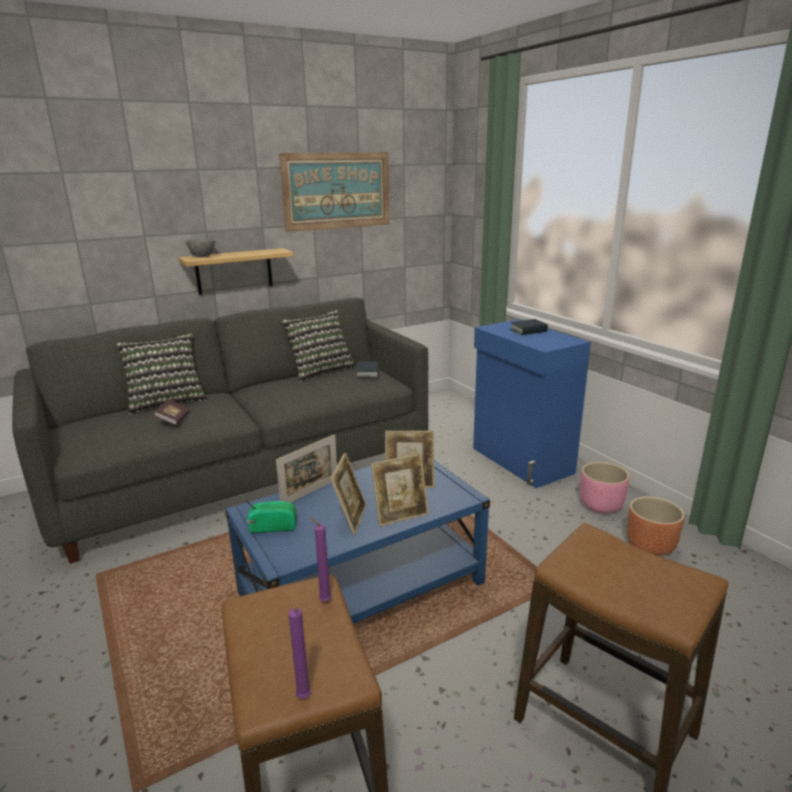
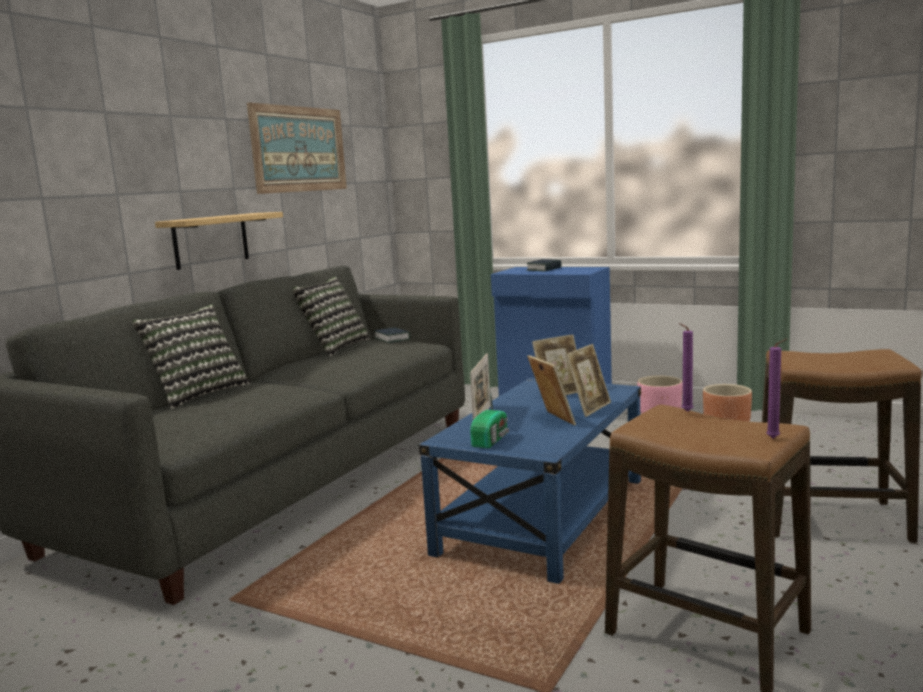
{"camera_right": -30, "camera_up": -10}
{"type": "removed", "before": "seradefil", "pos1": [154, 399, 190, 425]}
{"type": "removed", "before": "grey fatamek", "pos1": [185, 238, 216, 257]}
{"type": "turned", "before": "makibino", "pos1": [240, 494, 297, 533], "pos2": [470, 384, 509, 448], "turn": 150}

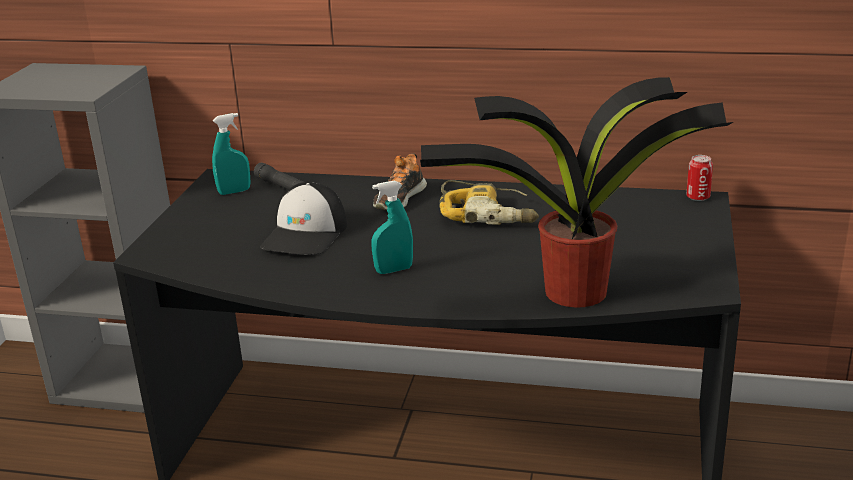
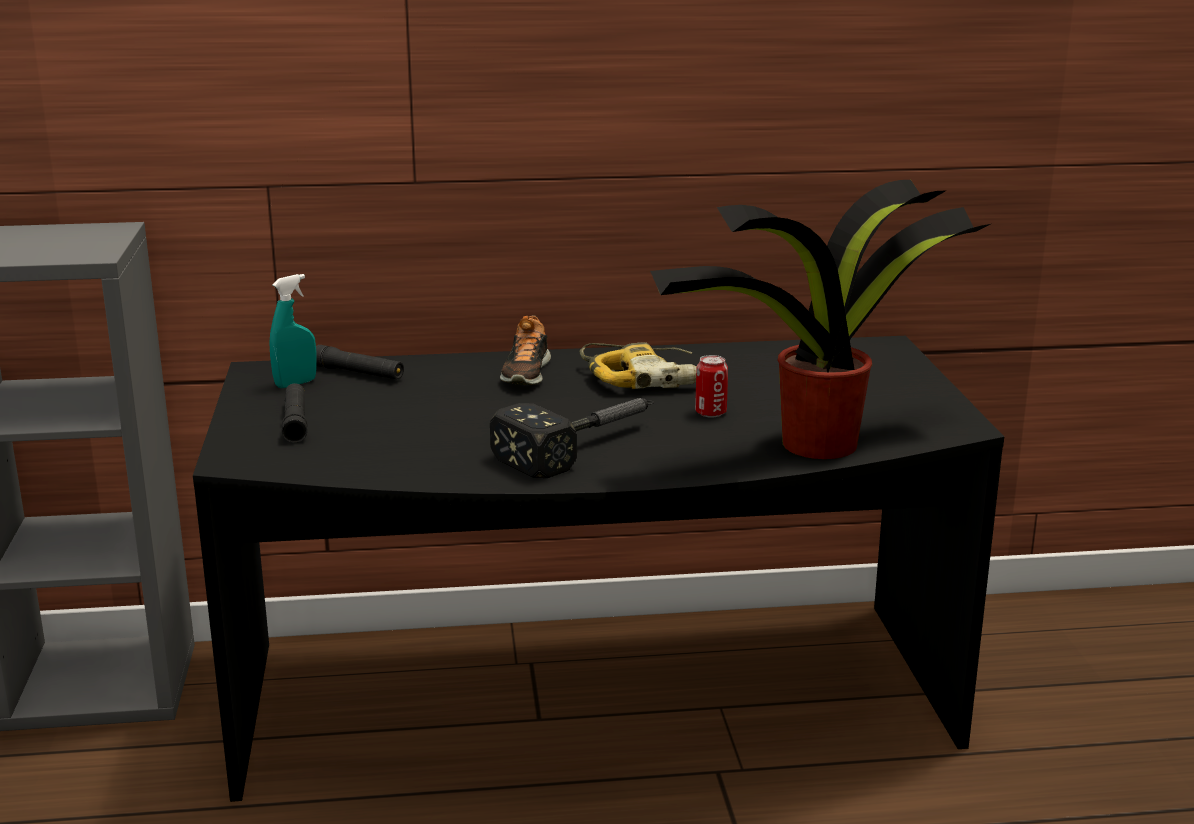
{"camera_right": -20, "camera_up": -5}
{"type": "removed", "before": "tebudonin", "pos1": [260, 182, 347, 255]}
{"type": "added", "after": "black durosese", "pos2": [282, 383, 307, 443]}
{"type": "moved", "before": "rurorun", "pos1": [686, 155, 713, 201], "pos2": [695, 355, 728, 417]}
{"type": "replaced", "before": "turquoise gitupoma", "after": "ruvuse", "pos1": [371, 181, 413, 274], "pos2": [490, 398, 654, 478]}

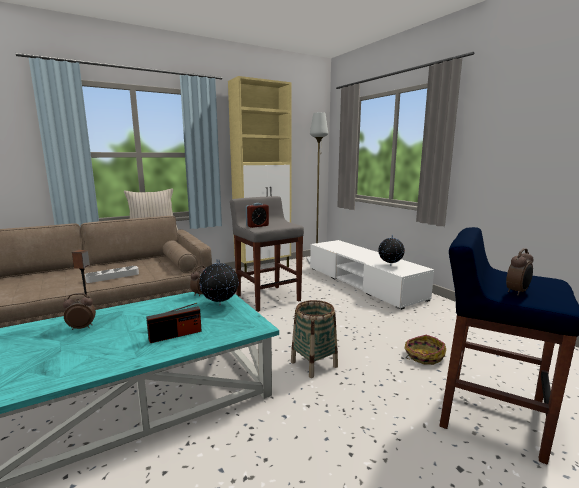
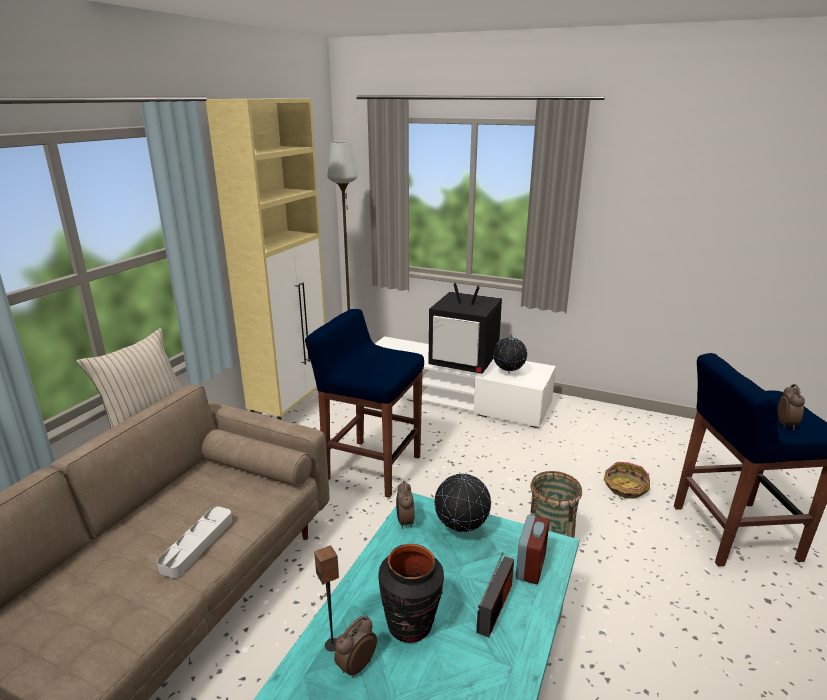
{"camera_right": -35, "camera_up": 10}
{"type": "added", "after": "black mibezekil", "pos2": [379, 544, 444, 643]}
{"type": "added", "after": "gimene", "pos2": [429, 283, 502, 374]}
{"type": "moved", "before": "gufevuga", "pos1": [246, 203, 269, 228], "pos2": [516, 514, 549, 584]}
{"type": "recoloured", "before": "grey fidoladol", "after": "blue fidoladol", "pos1": [230, 196, 304, 312], "pos2": [305, 309, 424, 498]}

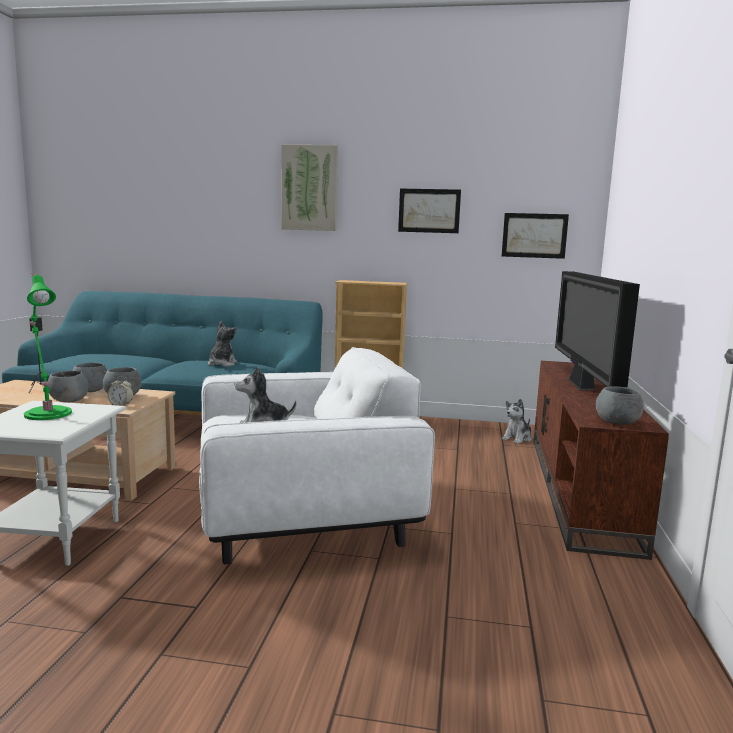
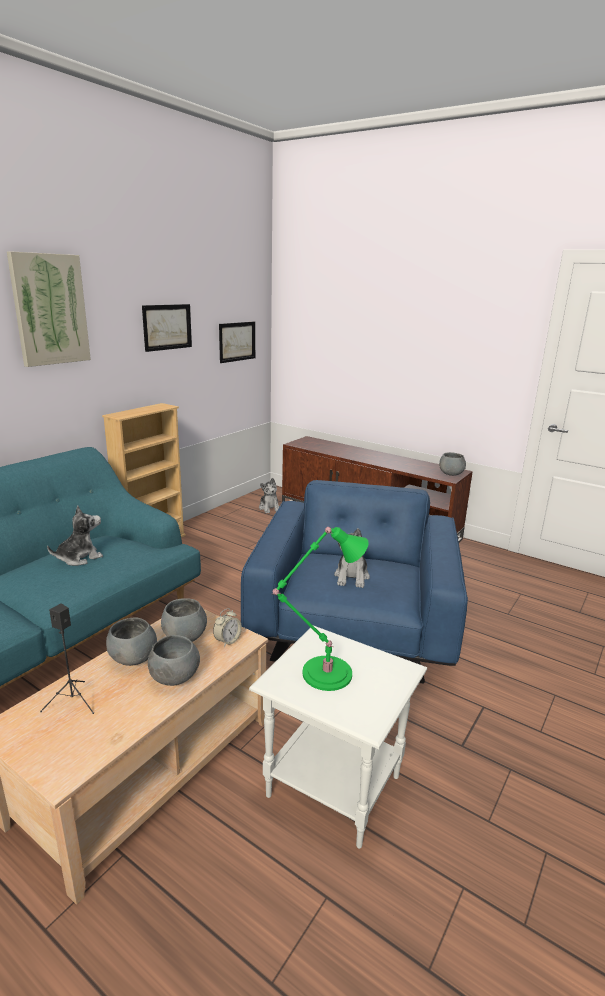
{"camera_right": -65, "camera_up": 10}
{"type": "removed", "before": "gimene", "pos1": [555, 271, 640, 390]}
{"type": "recoloured", "before": "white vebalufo", "after": "blue vebalufo", "pos1": [199, 347, 435, 564], "pos2": [241, 480, 468, 683]}
{"type": "turned", "before": "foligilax", "pos1": [208, 321, 237, 367], "pos2": [47, 506, 103, 566], "turn": 105}

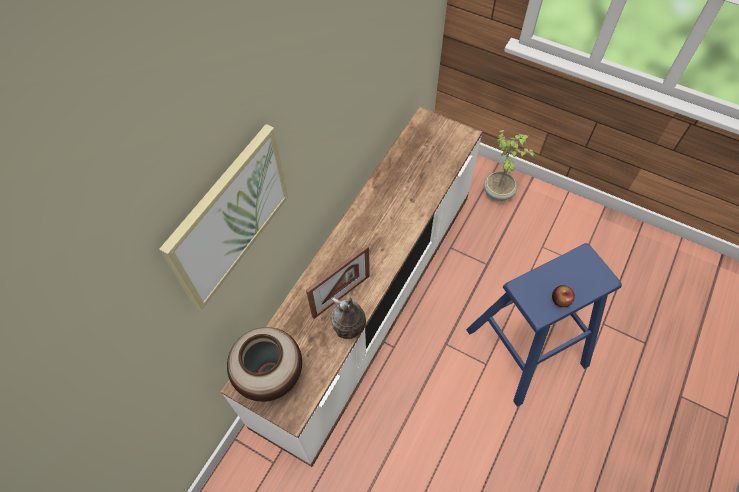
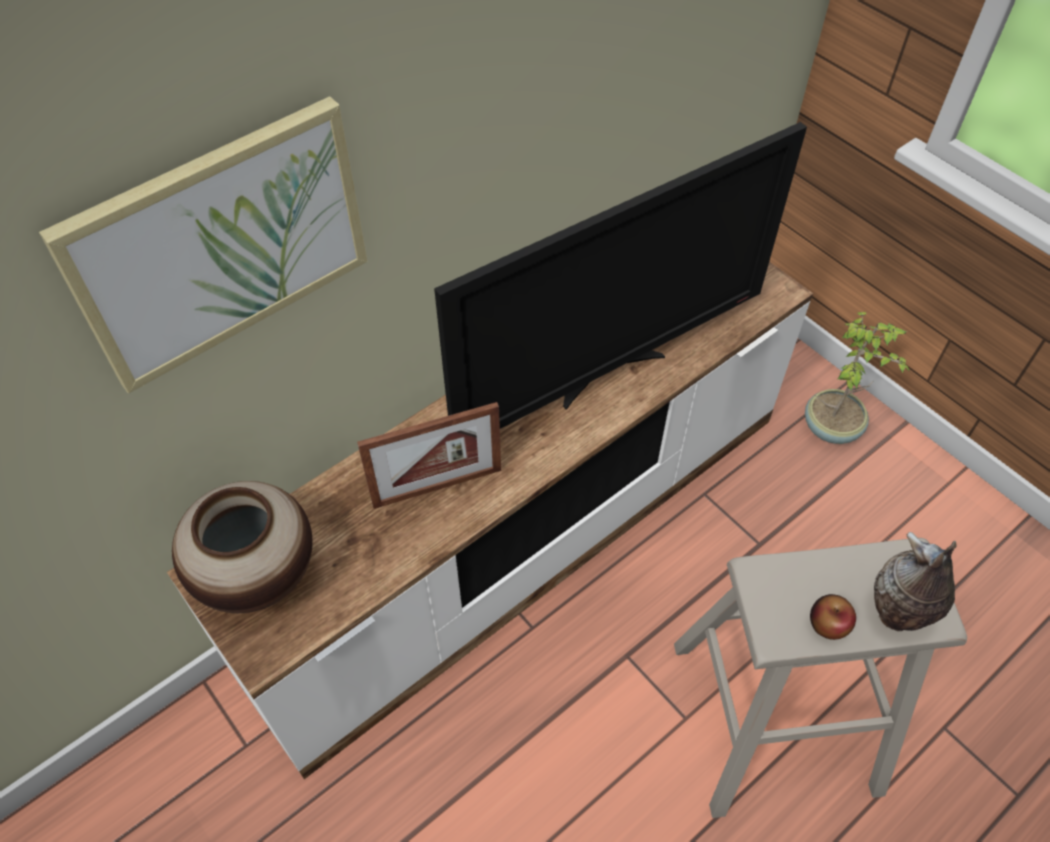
{"camera_right": 20, "camera_up": -5}
{"type": "added", "after": "gimene", "pos2": [434, 122, 807, 429]}
{"type": "moved", "before": "mibezekil", "pos1": [330, 297, 366, 339], "pos2": [874, 532, 957, 631]}
{"type": "recoloured", "before": "blue fidoladol", "after": "beige fidoladol", "pos1": [466, 243, 622, 407], "pos2": [674, 538, 967, 818]}

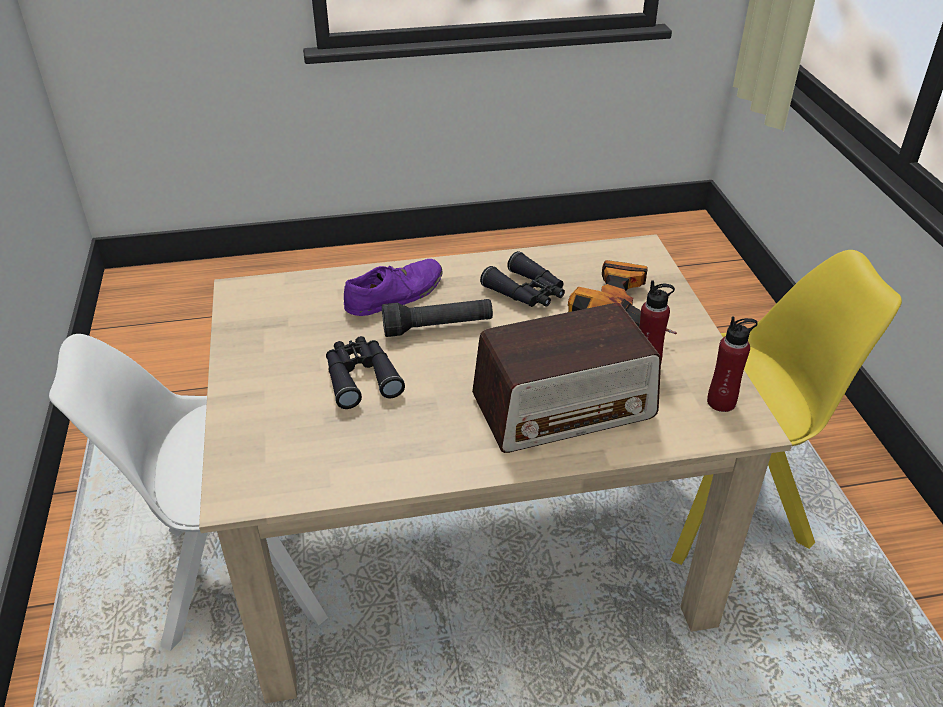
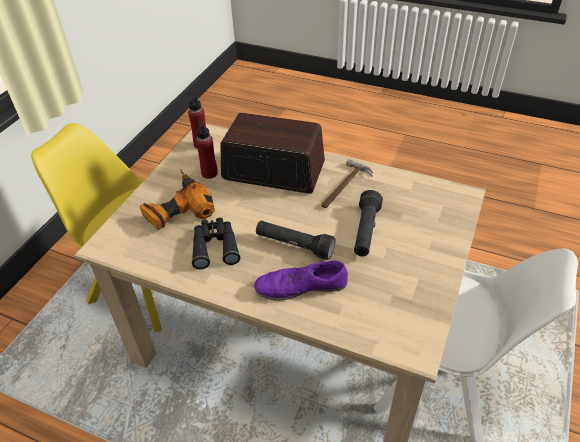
{"camera_right": -145, "camera_up": 5}
{"type": "added", "after": "ruvuse", "pos2": [321, 159, 373, 208]}
{"type": "replaced", "before": "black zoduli", "after": "black durosese", "pos1": [326, 336, 405, 409], "pos2": [354, 190, 383, 256]}

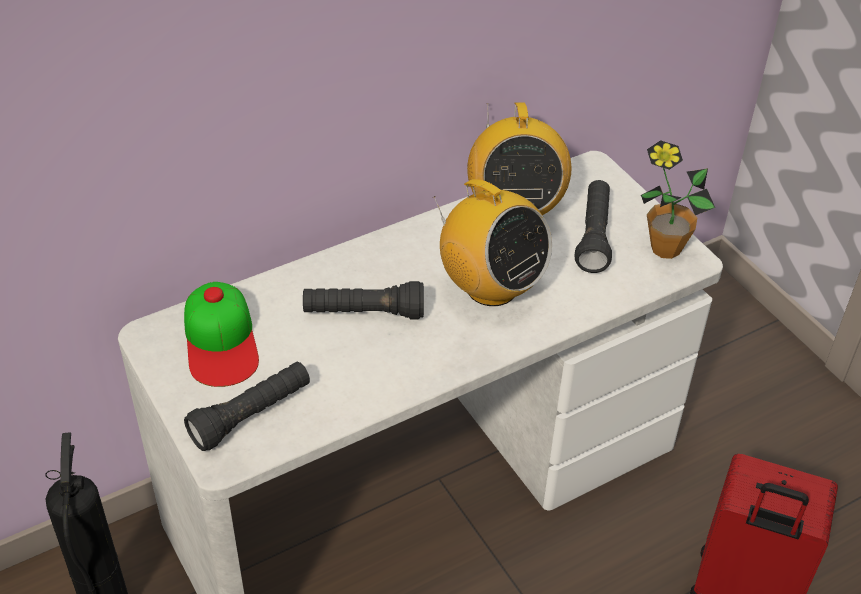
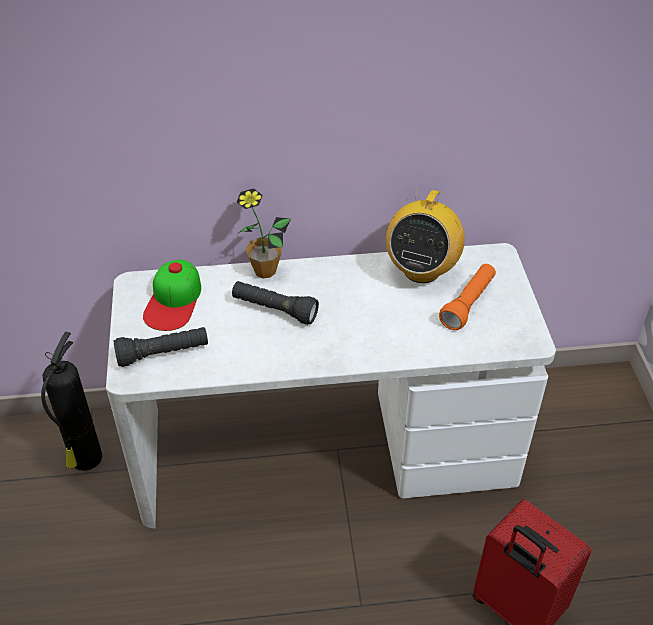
{"camera_right": 25, "camera_up": 0}
{"type": "removed", "before": "makibino", "pos1": [434, 179, 552, 306]}
{"type": "moved", "before": "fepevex", "pos1": [641, 140, 715, 259], "pos2": [237, 188, 291, 279]}
{"type": "recoloured", "before": "black durosese", "after": "orange durosese", "pos1": [575, 180, 612, 273], "pos2": [439, 264, 496, 330]}

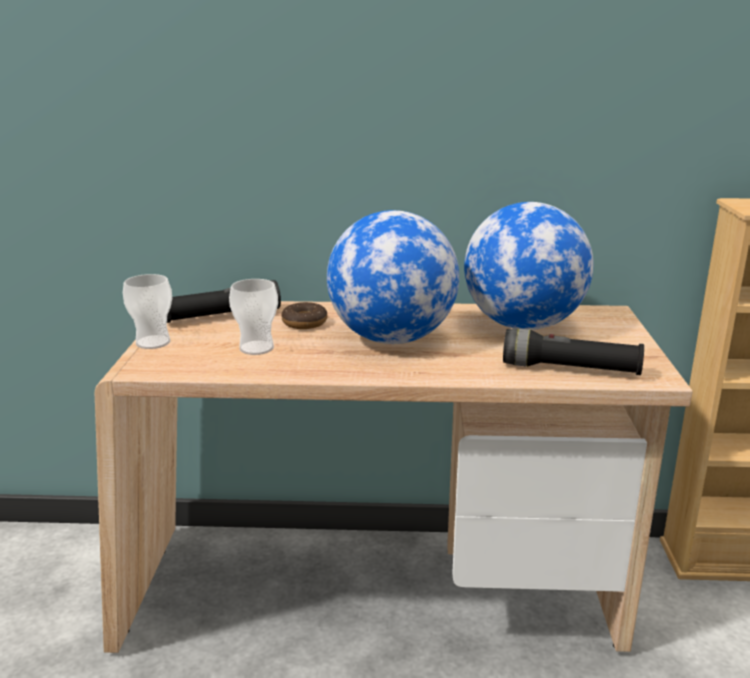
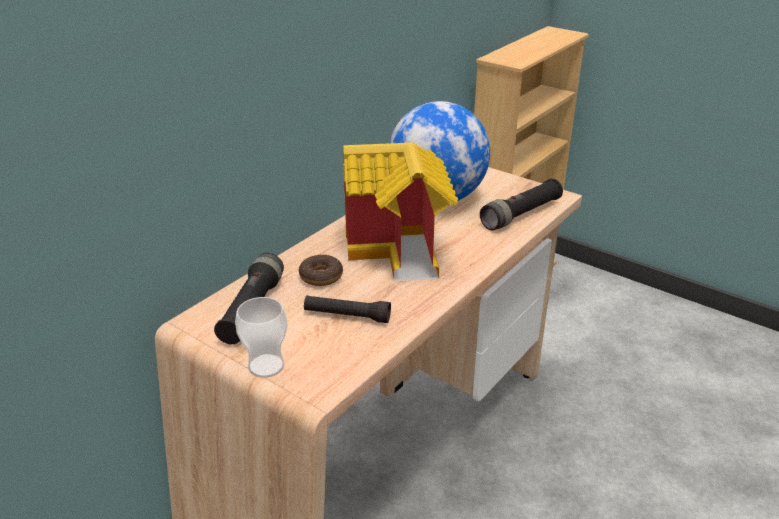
{"camera_right": -55, "camera_up": 10}
{"type": "replaced", "before": "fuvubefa", "after": "black durosese", "pos1": [229, 279, 278, 355], "pos2": [304, 296, 391, 323]}
{"type": "replaced", "before": "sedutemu", "after": "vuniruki", "pos1": [327, 210, 459, 344], "pos2": [343, 143, 458, 281]}

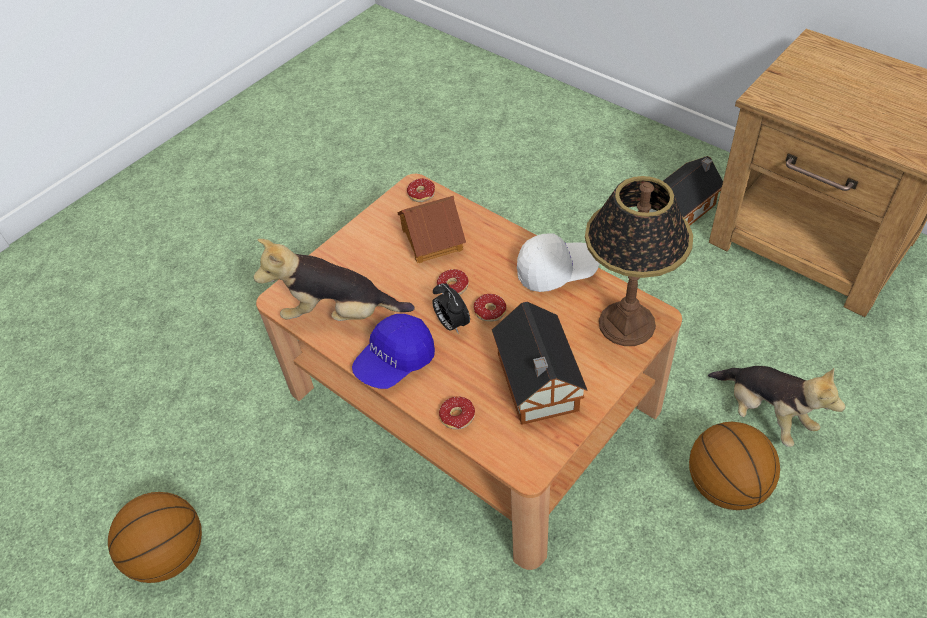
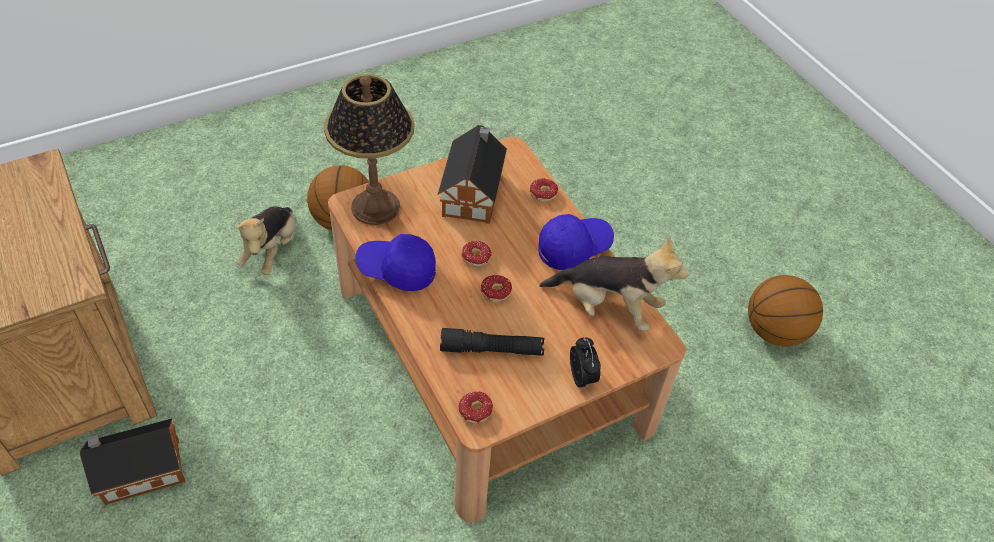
{"camera_right": -165, "camera_up": 0}
{"type": "moved", "before": "gufevuga", "pos1": [432, 283, 470, 334], "pos2": [570, 337, 601, 388]}
{"type": "replaced", "before": "vuniruki", "after": "black durosese", "pos1": [397, 195, 466, 263], "pos2": [440, 328, 544, 356]}
{"type": "recoloured", "before": "white tebudonin", "after": "blue tebudonin", "pos1": [517, 233, 600, 292], "pos2": [355, 234, 436, 291]}
{"type": "turned", "before": "foligilax", "pos1": [708, 366, 845, 447], "pos2": [236, 206, 296, 275], "turn": -150}

